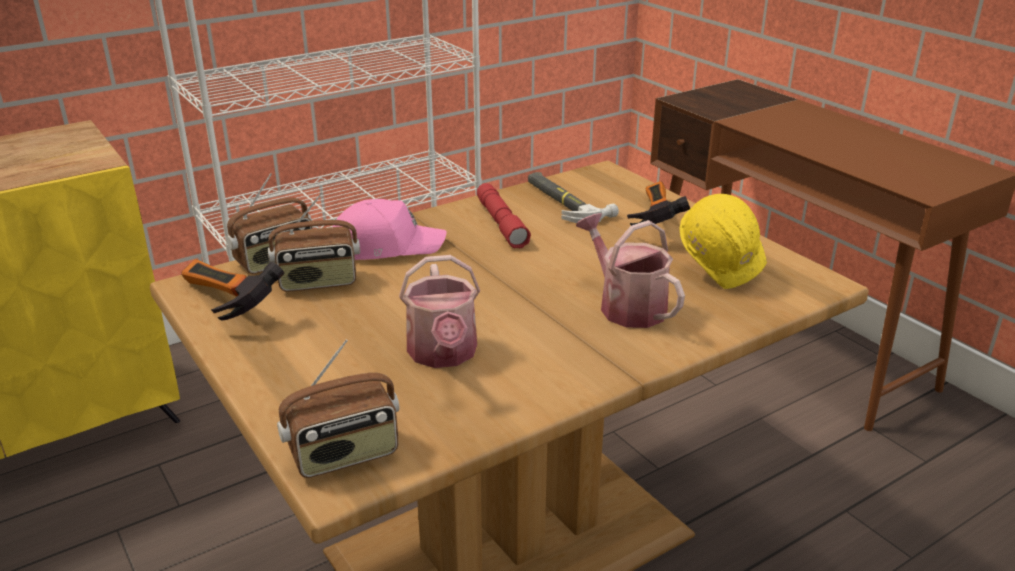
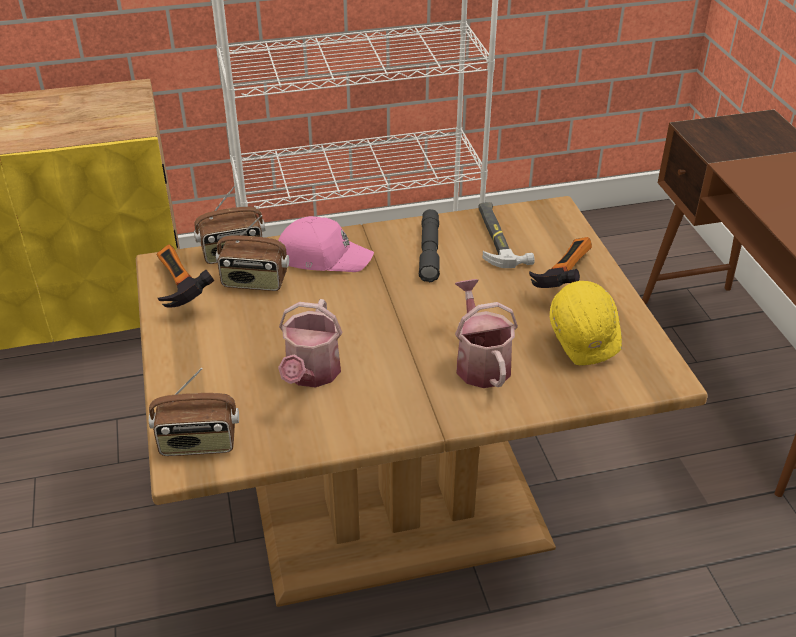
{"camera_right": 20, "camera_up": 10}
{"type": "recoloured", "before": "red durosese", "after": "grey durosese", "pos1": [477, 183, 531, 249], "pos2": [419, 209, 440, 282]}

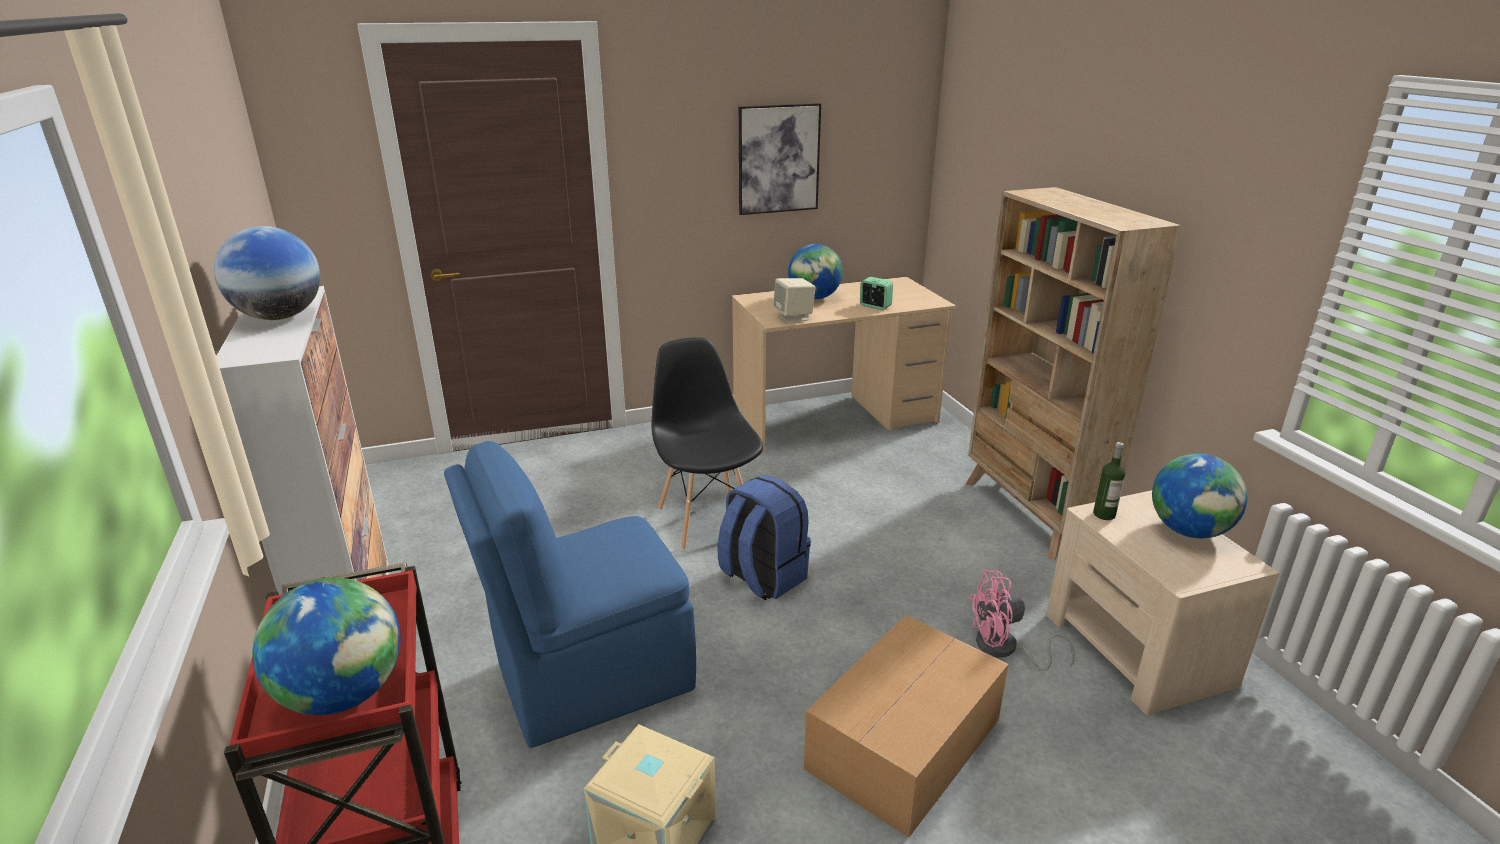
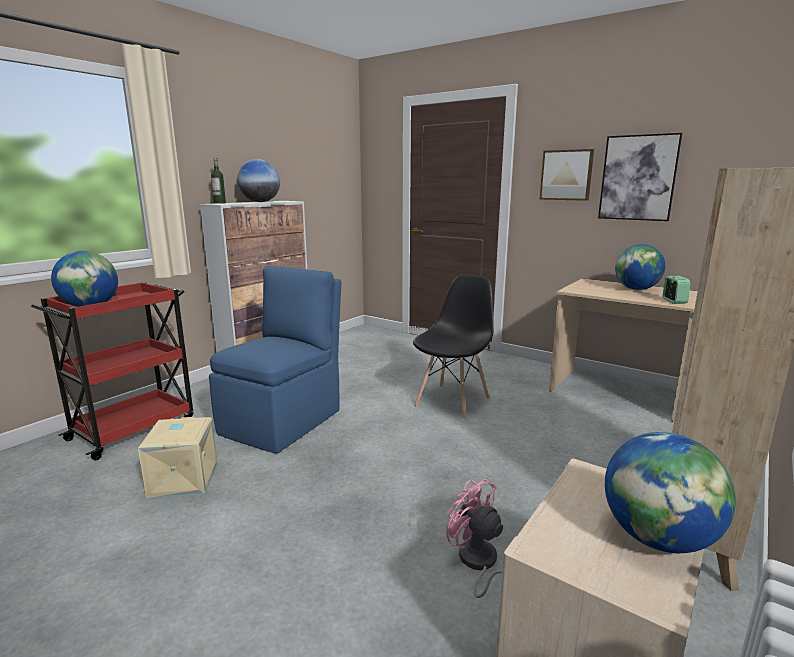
{"camera_right": 55, "camera_up": -10}
{"type": "removed", "before": "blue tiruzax", "pos1": [718, 475, 811, 601]}
{"type": "removed", "before": "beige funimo", "pos1": [773, 278, 816, 323]}
{"type": "removed", "before": "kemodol", "pos1": [804, 615, 1008, 838]}
{"type": "added", "after": "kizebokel", "pos2": [540, 149, 594, 201]}
{"type": "moved", "before": "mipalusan", "pos1": [1093, 442, 1125, 520], "pos2": [211, 158, 226, 204]}
{"type": "turned", "before": "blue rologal", "pos1": [444, 441, 696, 748], "pos2": [209, 265, 341, 454], "turn": 90}

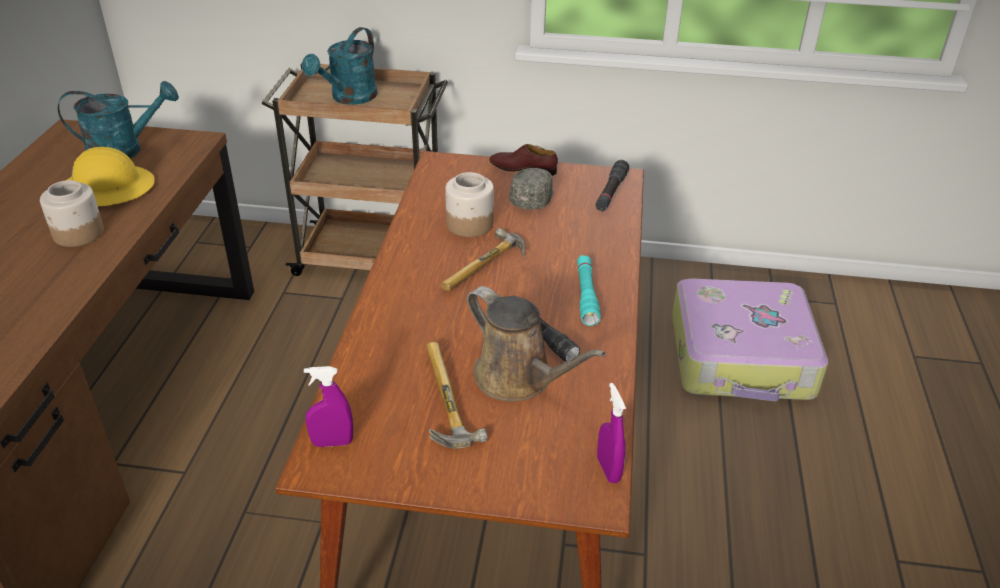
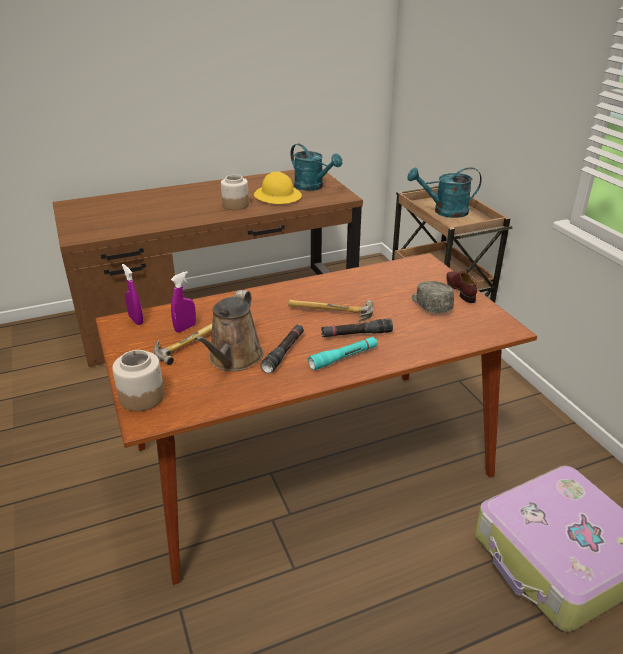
{"camera_right": 60, "camera_up": -5}
{"type": "moved", "before": "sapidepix", "pos1": [445, 172, 494, 237], "pos2": [112, 350, 164, 411]}
{"type": "moved", "before": "black durosese", "pos1": [595, 160, 629, 211], "pos2": [321, 319, 393, 337]}
{"type": "moved", "before": "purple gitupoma", "pos1": [597, 383, 626, 483], "pos2": [171, 271, 196, 333]}
{"type": "turned", "before": "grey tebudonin", "pos1": [509, 168, 554, 209], "pos2": [412, 281, 454, 313], "turn": -105}

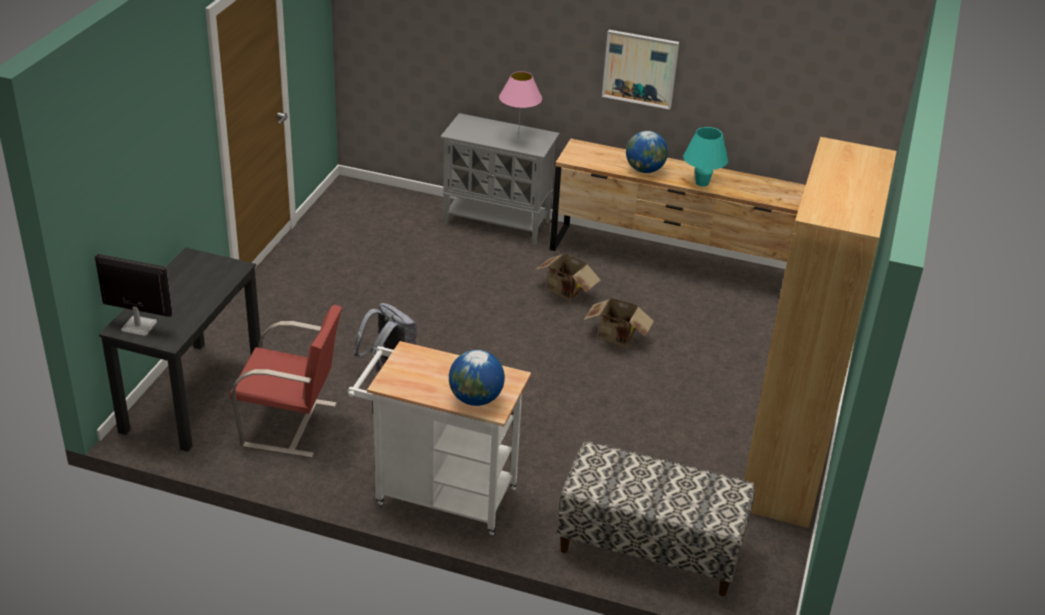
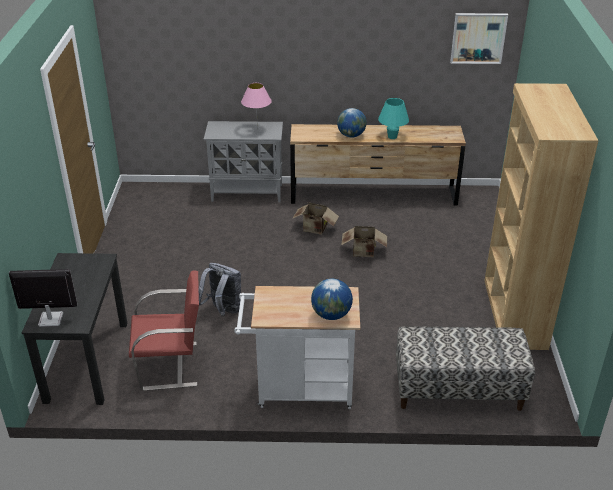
{"camera_right": -15, "camera_up": 0}
{"type": "moved", "before": "kizebokel", "pos1": [602, 30, 679, 110], "pos2": [450, 13, 508, 64]}

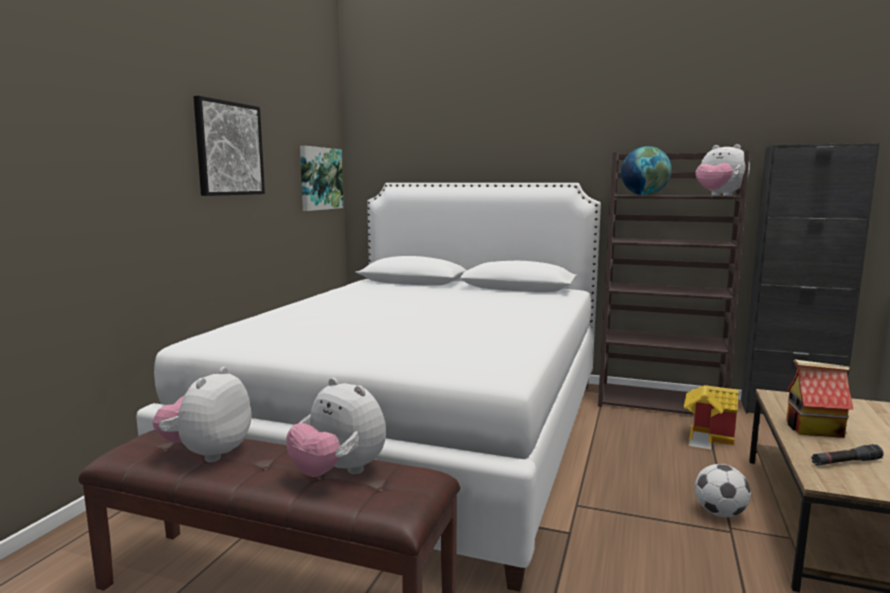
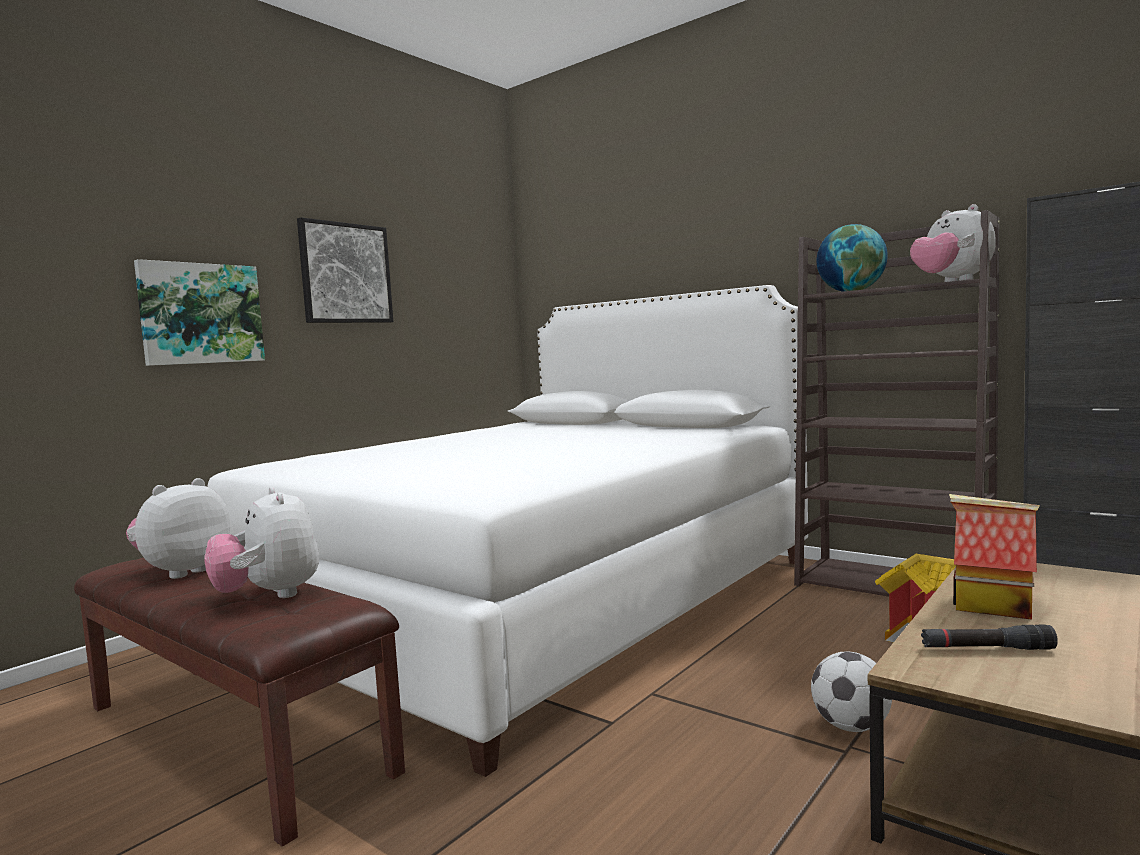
{"camera_right": 20, "camera_up": -5}
{"type": "moved", "before": "kizebokel", "pos1": [300, 146, 343, 211], "pos2": [134, 259, 265, 366]}

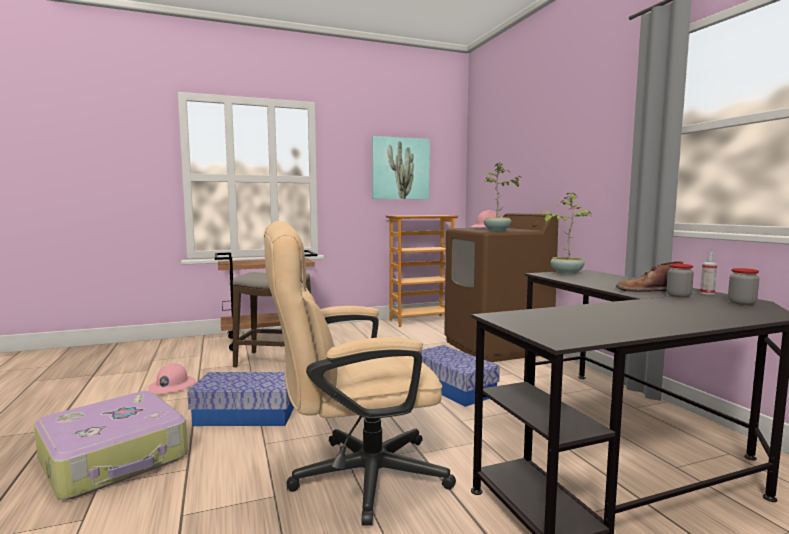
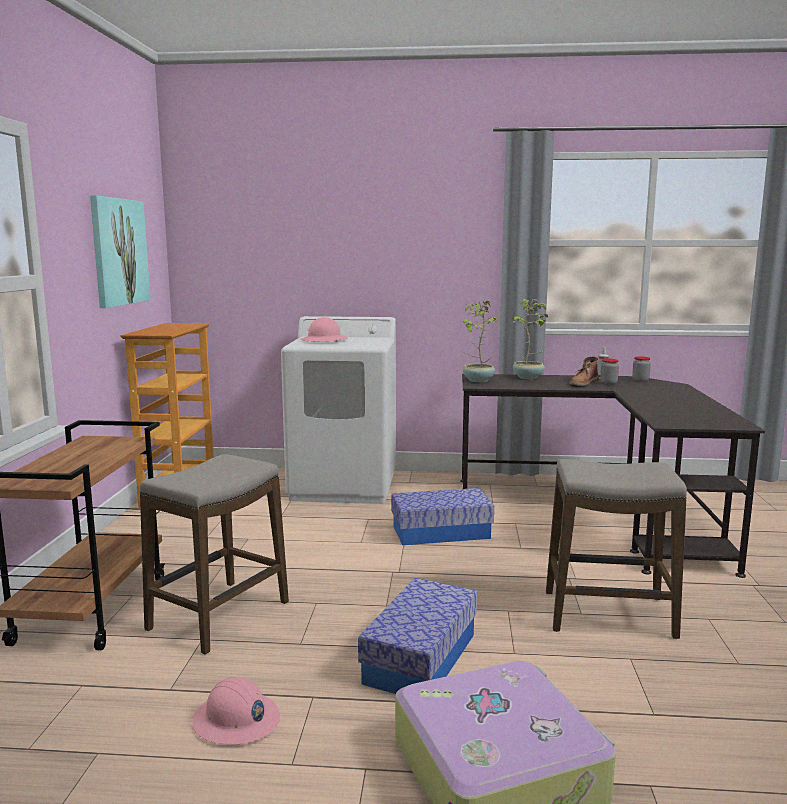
{"camera_right": -65, "camera_up": 5}
{"type": "moved", "before": "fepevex", "pos1": [484, 162, 522, 231], "pos2": [512, 299, 548, 379]}
{"type": "replaced", "before": "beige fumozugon", "after": "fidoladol", "pos1": [264, 221, 456, 526], "pos2": [546, 459, 687, 639]}
{"type": "recoloured", "before": "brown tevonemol", "after": "white tevonemol", "pos1": [444, 213, 558, 362], "pos2": [281, 316, 396, 504]}

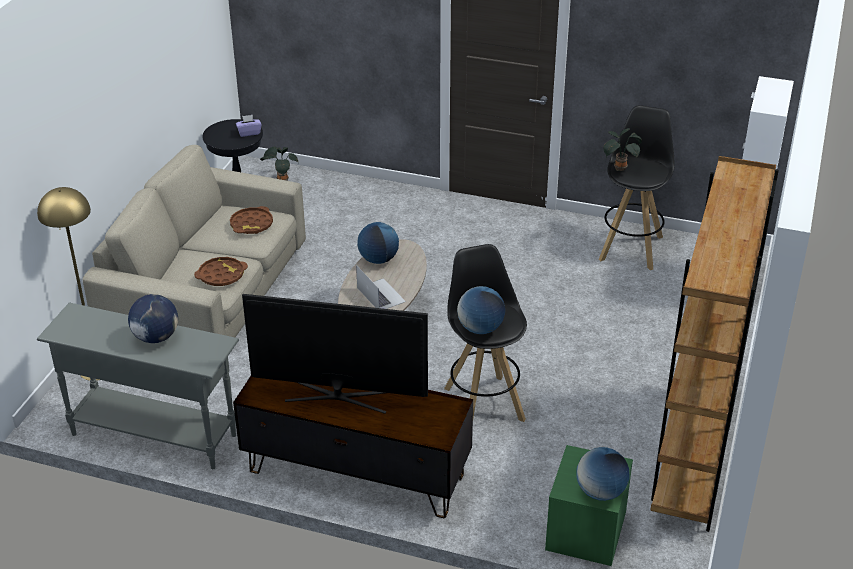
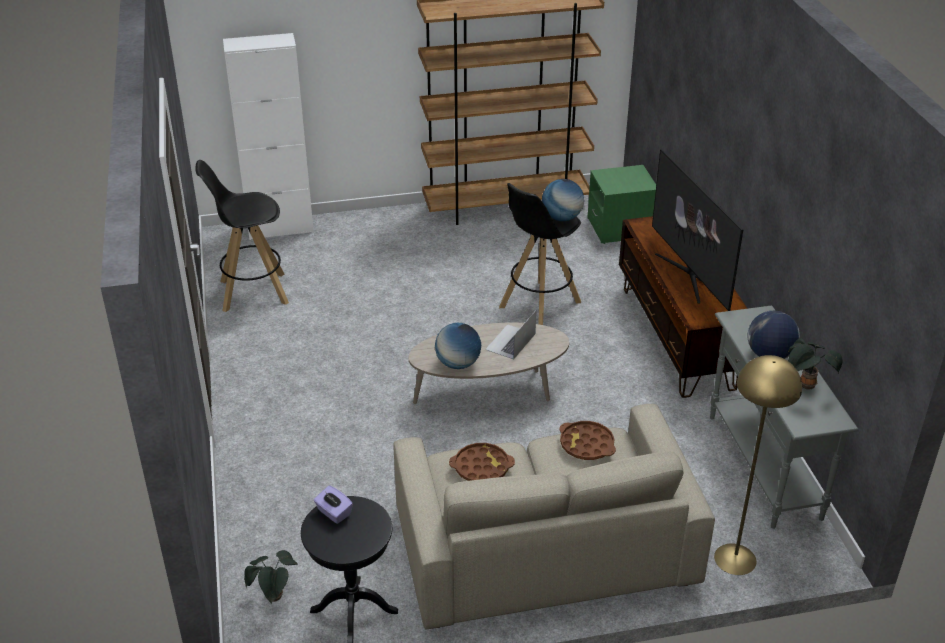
{"camera_right": -120, "camera_up": 0}
{"type": "removed", "before": "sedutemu", "pos1": [576, 447, 629, 501]}
{"type": "moved", "before": "fepevex", "pos1": [603, 128, 642, 171], "pos2": [787, 338, 843, 390]}

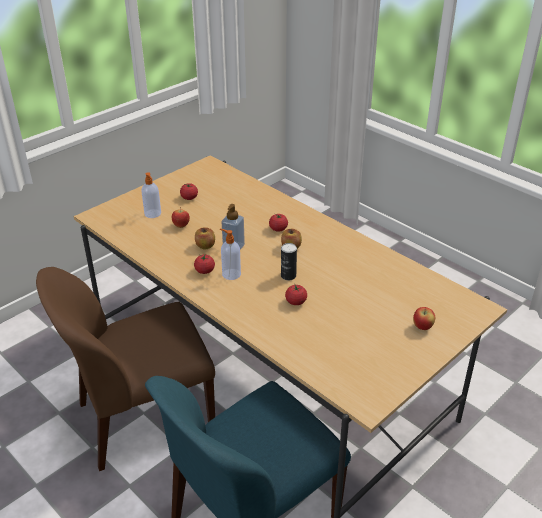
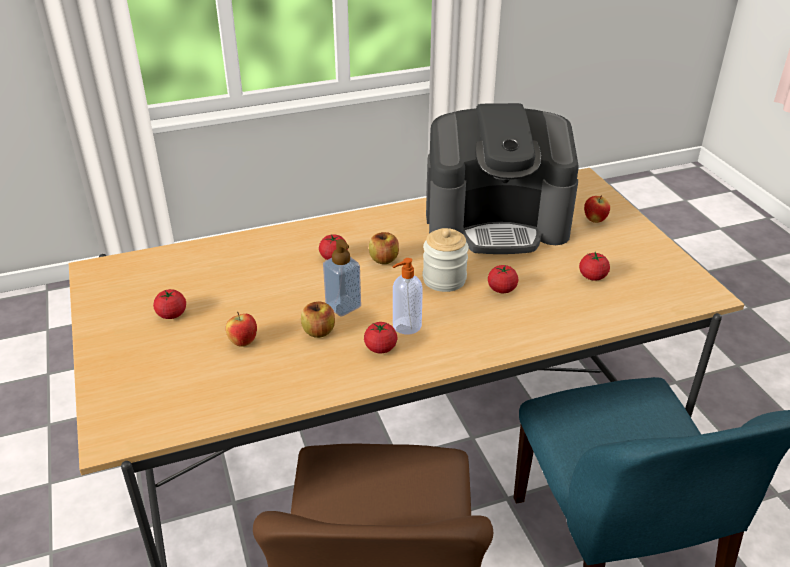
{"camera_right": -65, "camera_up": 0}
{"type": "removed", "before": "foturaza", "pos1": [141, 172, 161, 218]}
{"type": "added", "after": "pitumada", "pos2": [426, 103, 579, 254]}
{"type": "added", "after": "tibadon", "pos2": [579, 252, 610, 281]}
{"type": "replaced", "before": "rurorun", "after": "sapidepix", "pos1": [281, 243, 297, 280], "pos2": [423, 228, 469, 292]}

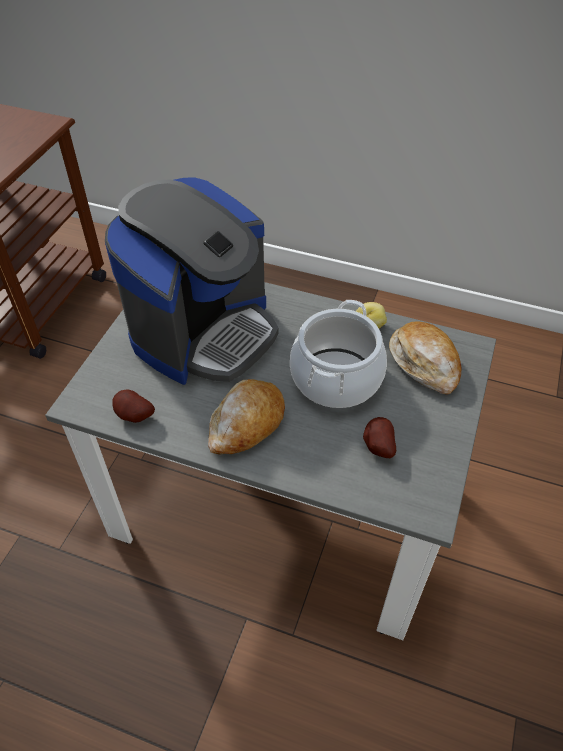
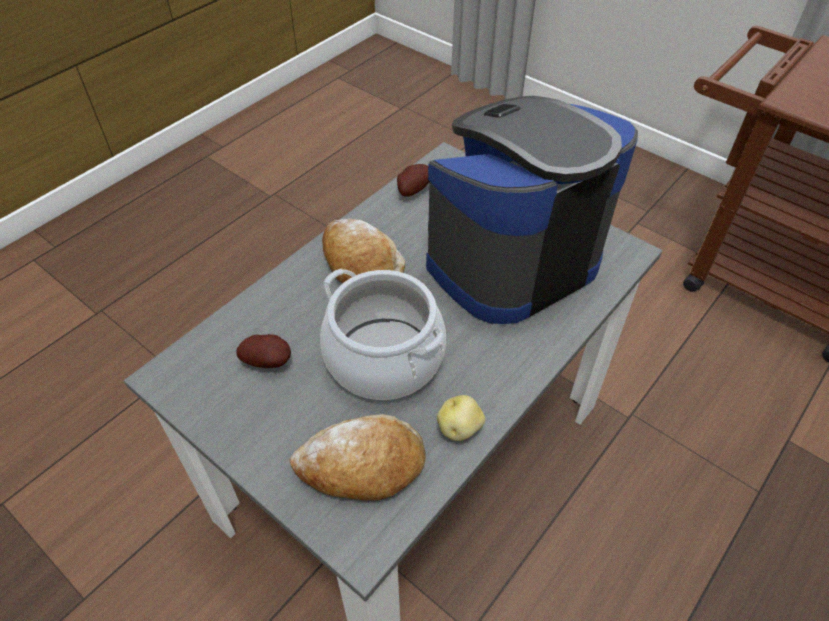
{"camera_right": 110, "camera_up": 0}
{"type": "turned", "before": "pitumada", "pos1": [105, 177, 279, 385], "pos2": [426, 96, 638, 324], "turn": 90}

